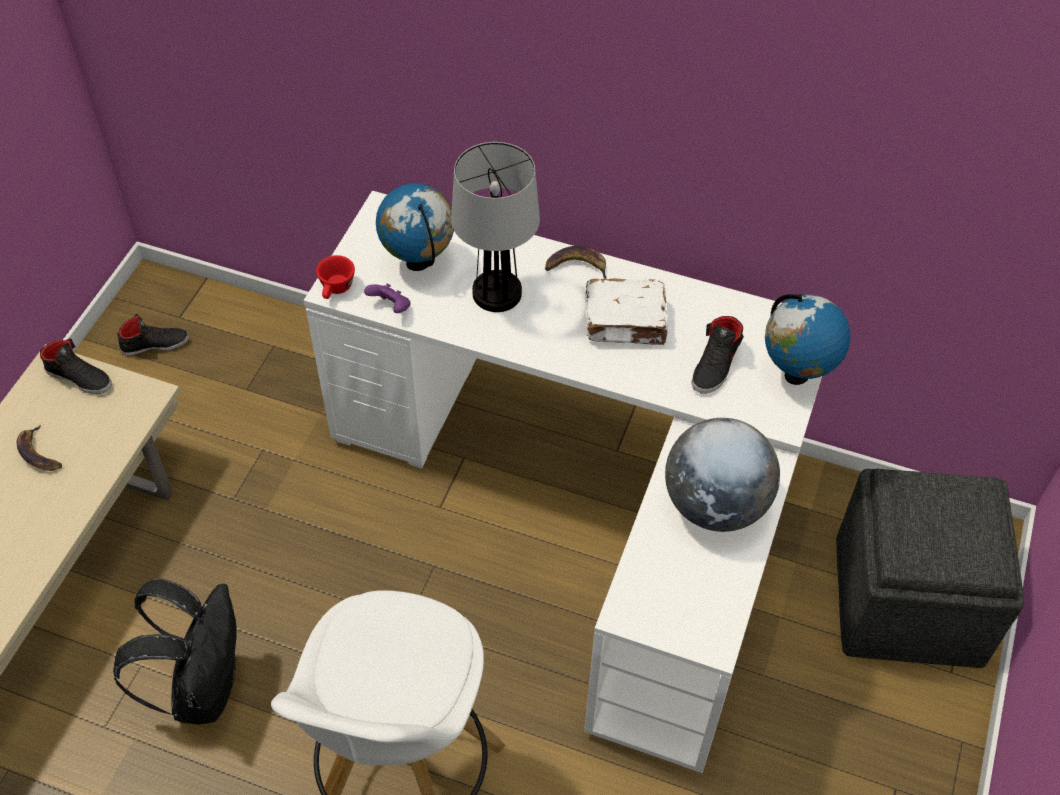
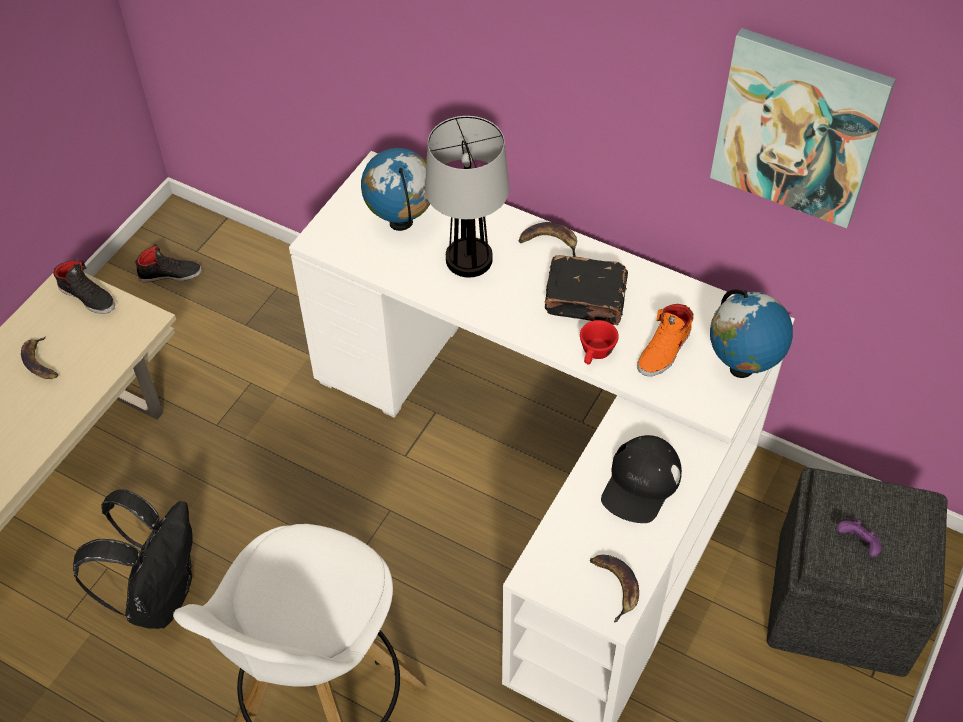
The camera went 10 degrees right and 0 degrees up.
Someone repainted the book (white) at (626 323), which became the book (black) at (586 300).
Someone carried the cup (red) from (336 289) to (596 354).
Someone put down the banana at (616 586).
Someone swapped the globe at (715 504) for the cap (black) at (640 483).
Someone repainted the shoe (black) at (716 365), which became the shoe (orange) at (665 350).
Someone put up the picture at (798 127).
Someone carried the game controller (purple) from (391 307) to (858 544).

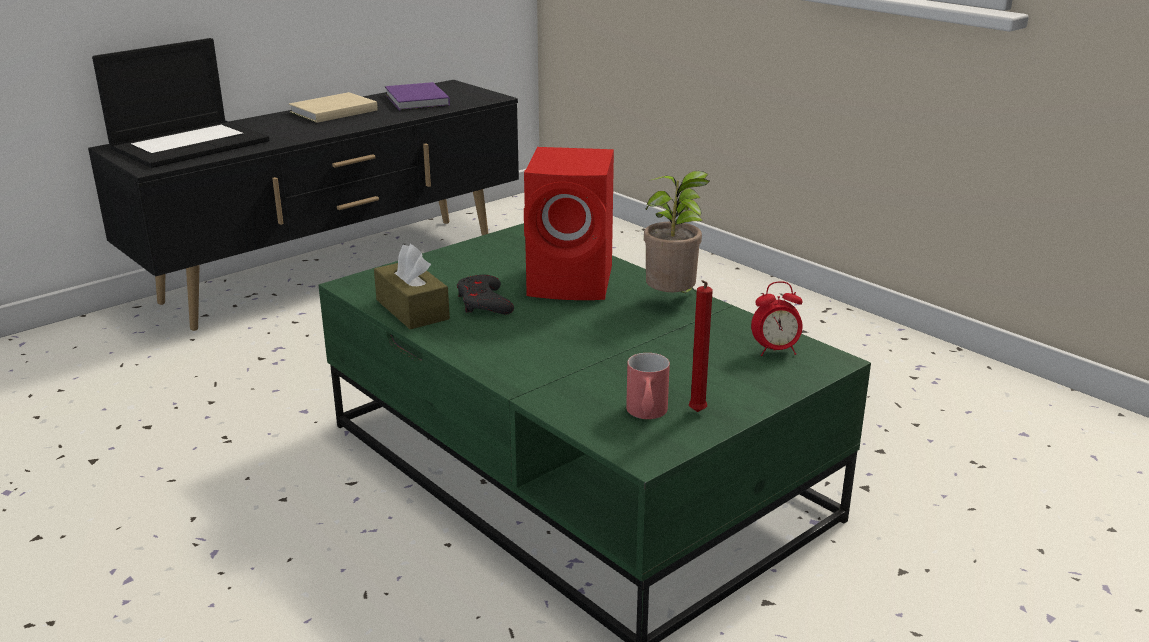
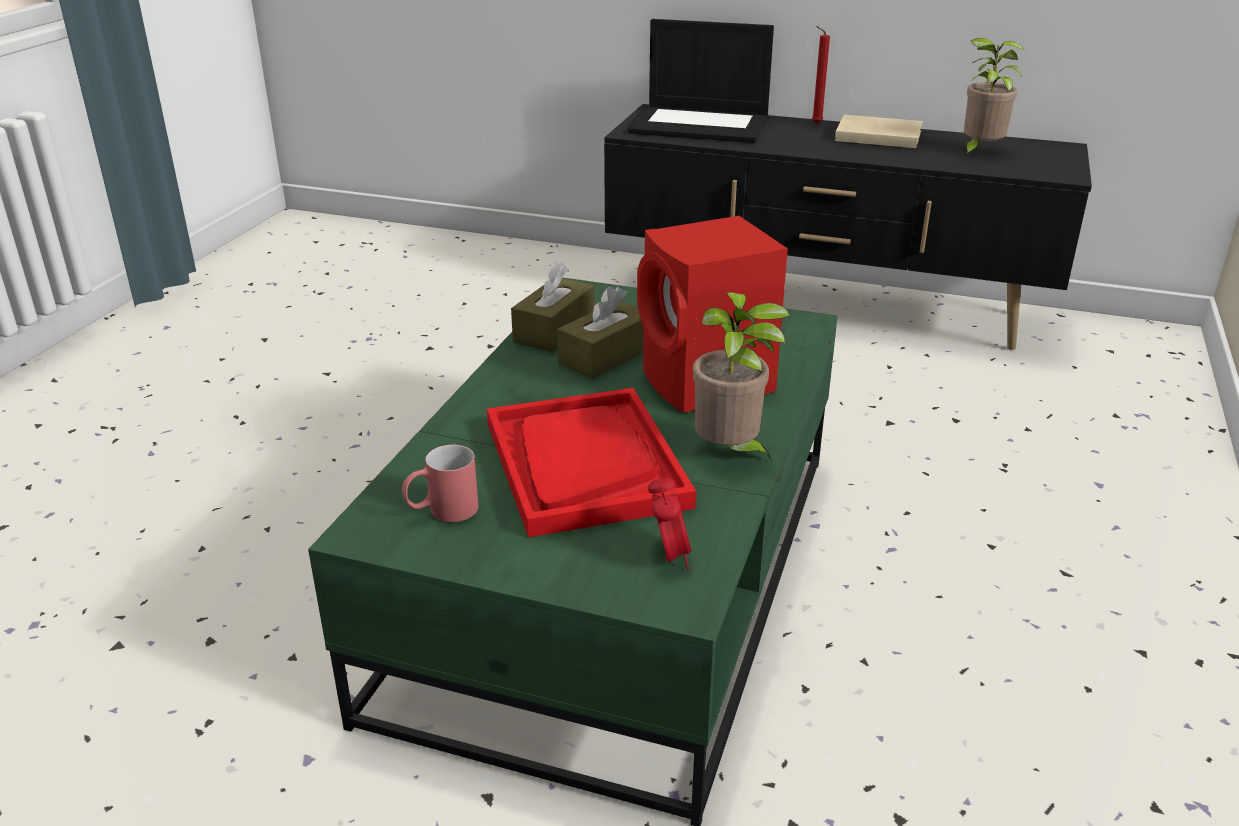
The camera went 60 degrees right and 5 degrees up.
Someone put down the tray (red) at (584 464).
Someone swapped the game controller (grey) at (484 302) for the tissue box (brown) at (606 356).
Someone rotated the alarm clock at (775 351) by 150 degrees counterclockwise.
Someone carried the candle (red) from (696 413) to (814 123).
Someone swapped the book (purple) at (416 100) for the potted plant at (979 151).

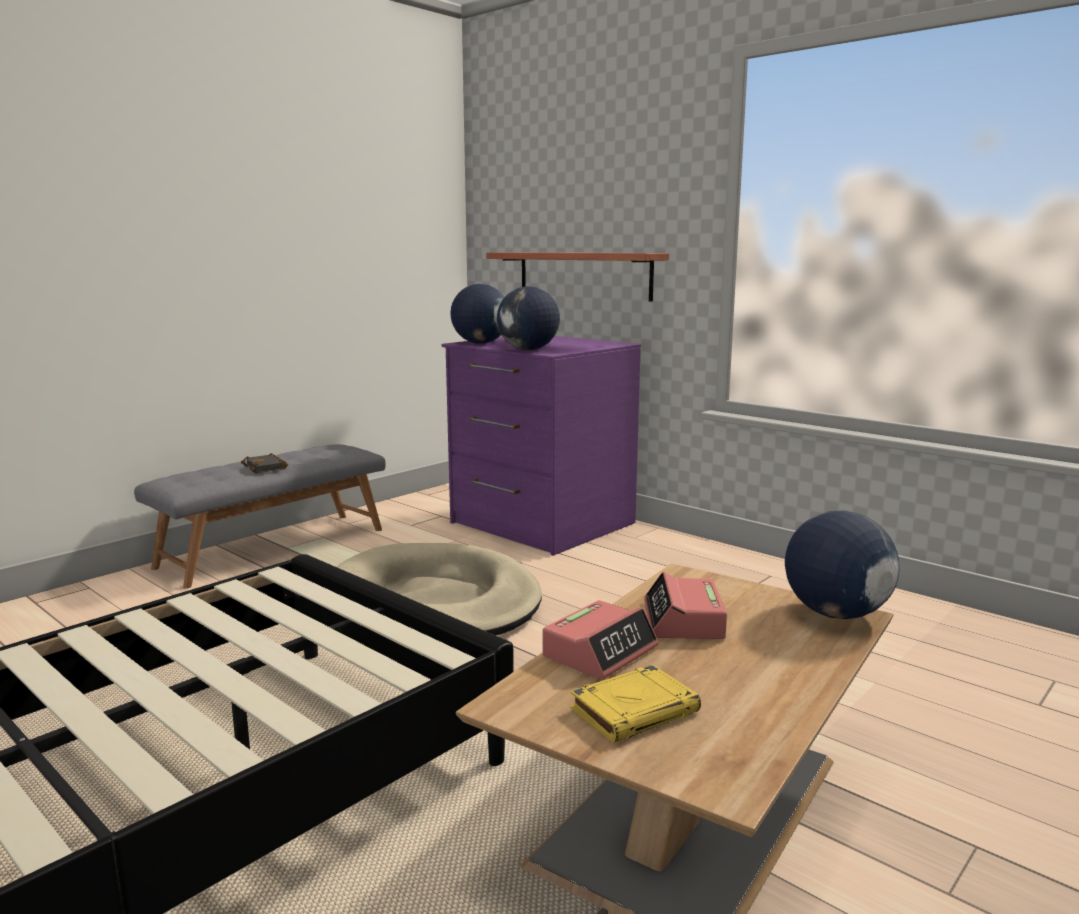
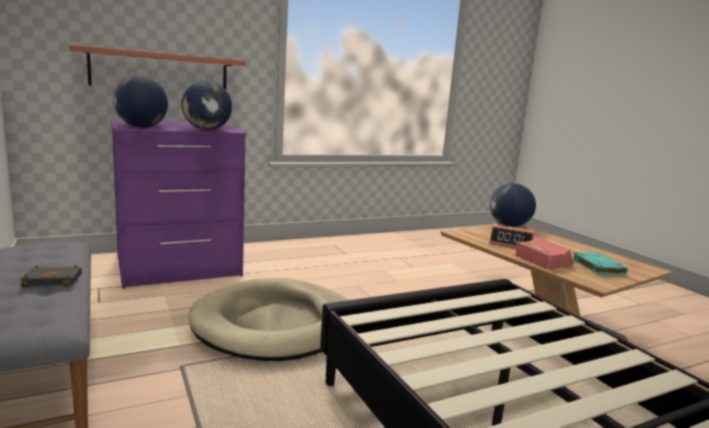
The camera went 70 degrees left and 0 degrees up.
Someone repainted the book (yellow) at (635 710), which became the book (turquoise) at (597 267).

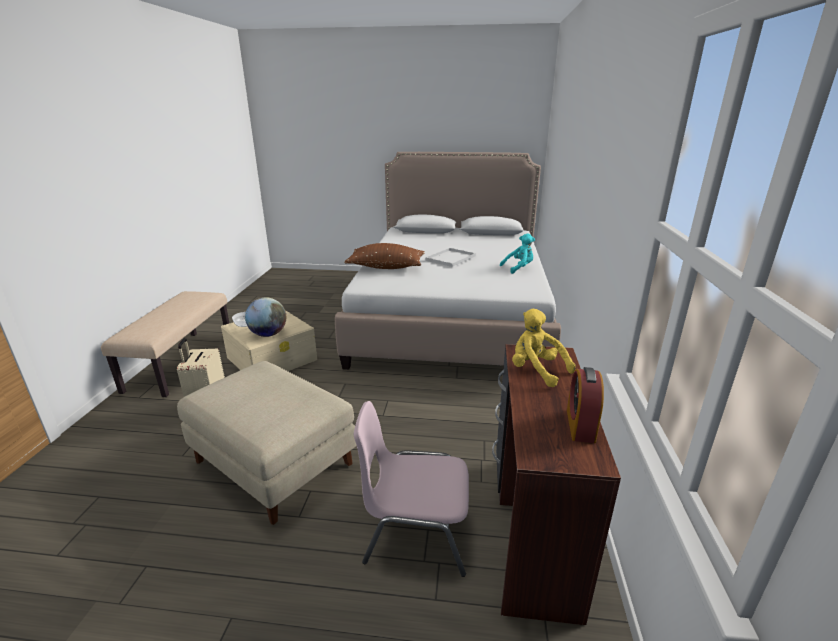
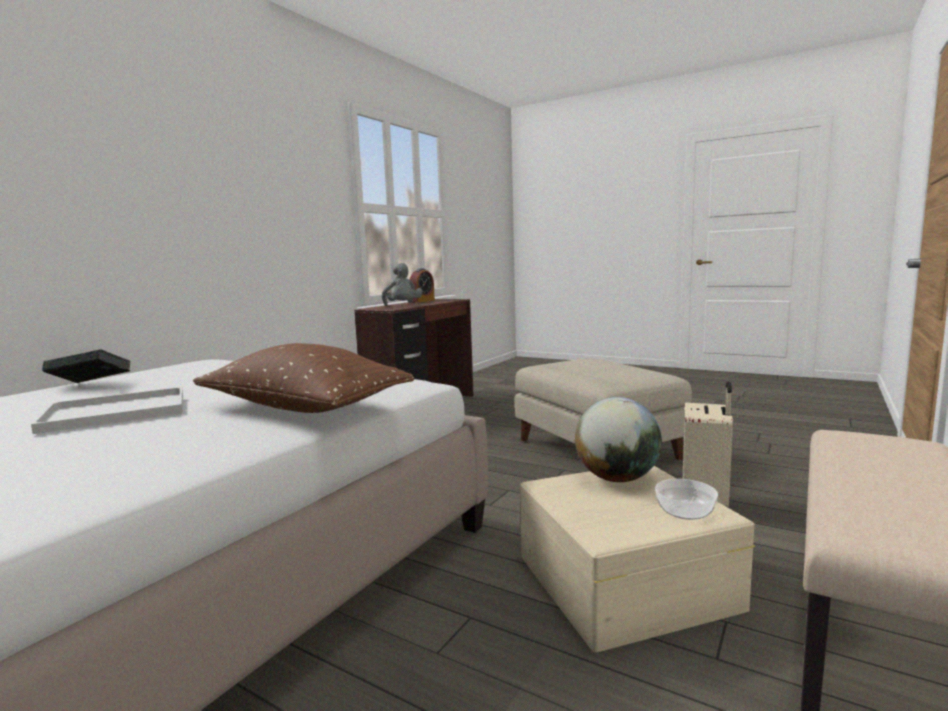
The camera went 155 degrees left and 15 degrees down.
Someone swapped the plush toy (turquoise) at (518 268) for the book at (91 385).
Someone repainted the plush toy (yellow) at (536 371), which became the plush toy (grey) at (403 306).
Someone took away the chair (pink) at (416 530).

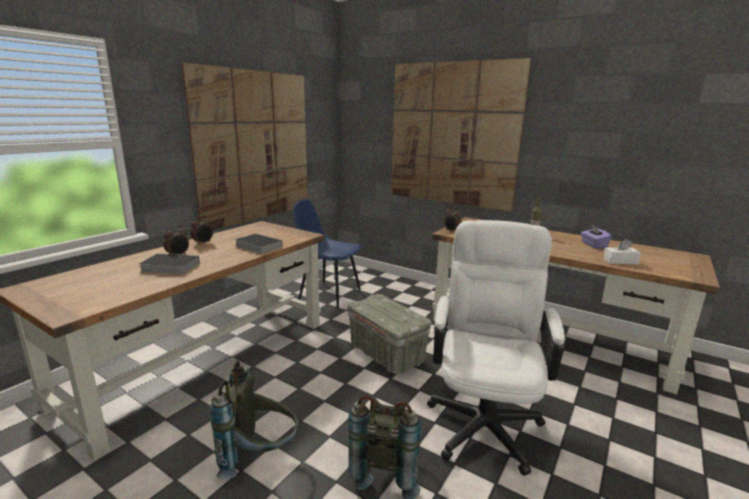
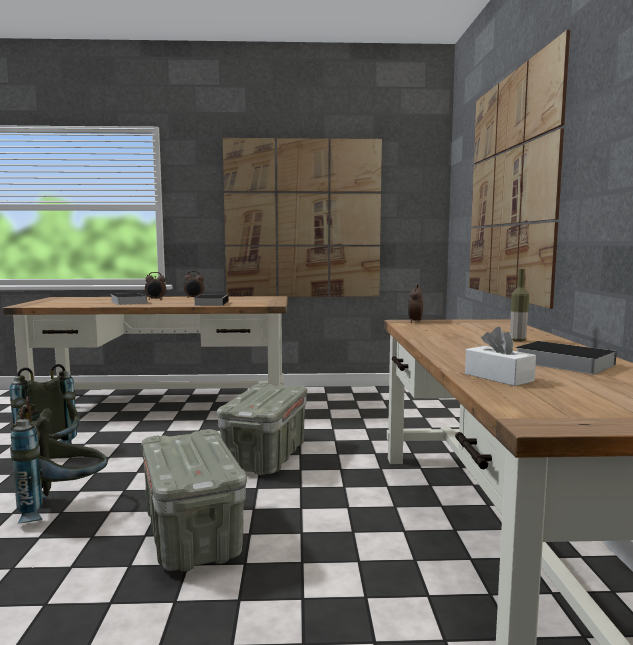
The camera went 55 degrees right and 10 degrees down.
Someone swapped the office chair (white) at (484 418) for the storage box (grey) at (193 535).
Someone swapped the tissue box (purple) at (593 245) for the book at (560 363).
Someone took away the chair (blue) at (329 294).

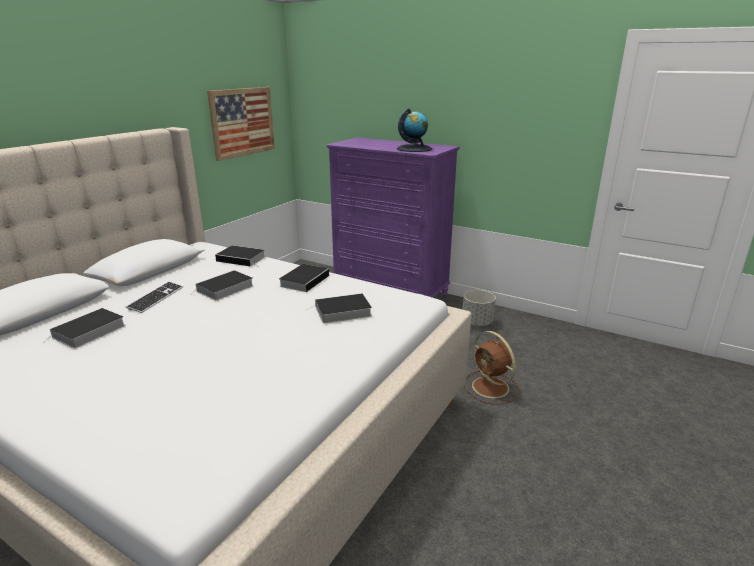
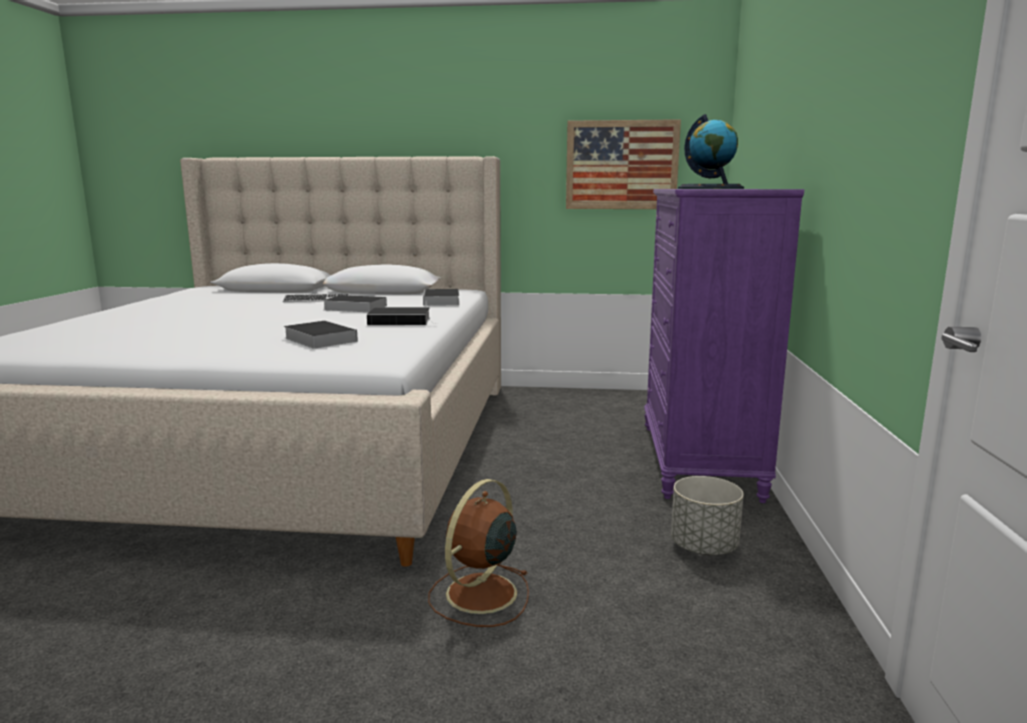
The camera went 65 degrees right and 10 degrees down.
Someone took away the book at (88 332).

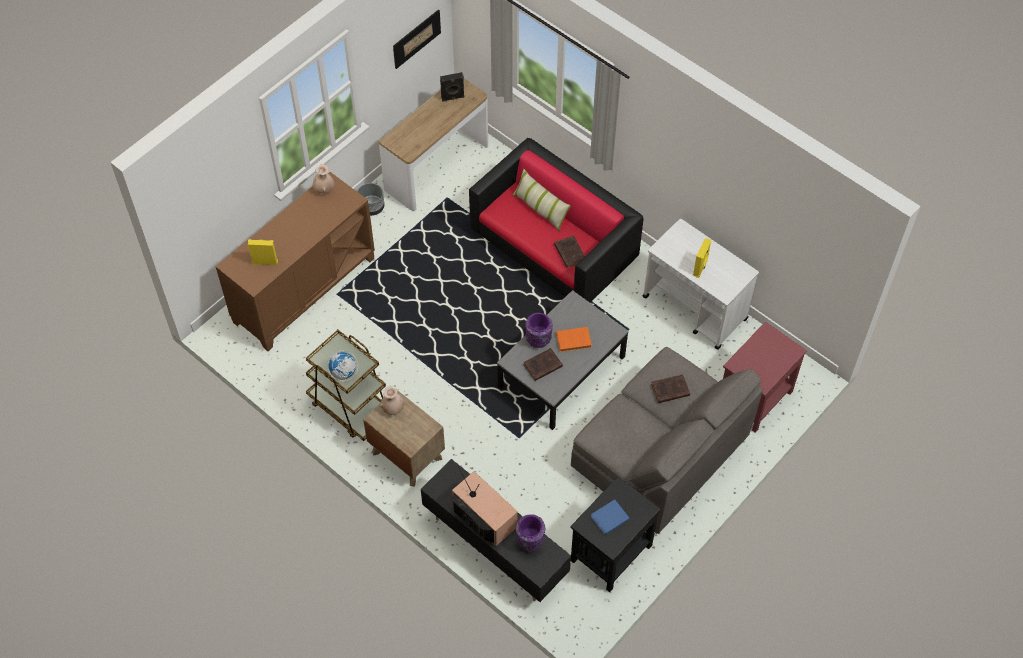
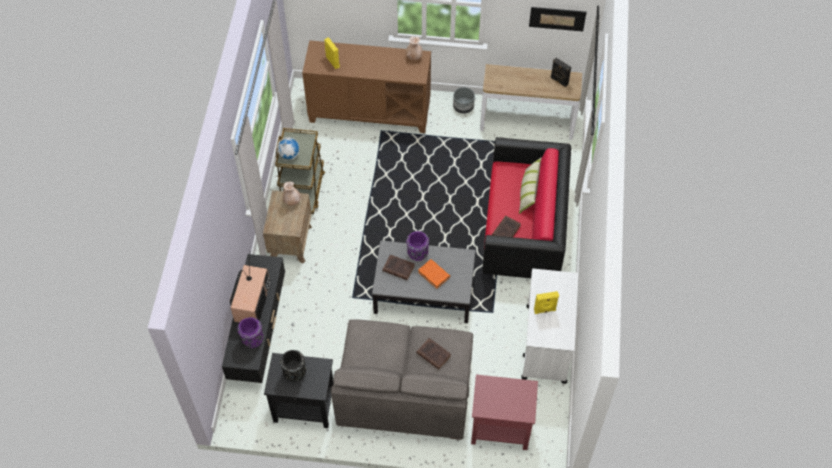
The camera went 55 degrees right and 0 degrees up.
Someone swapped the book (blue) at (608 518) for the vase (black) at (294 372).

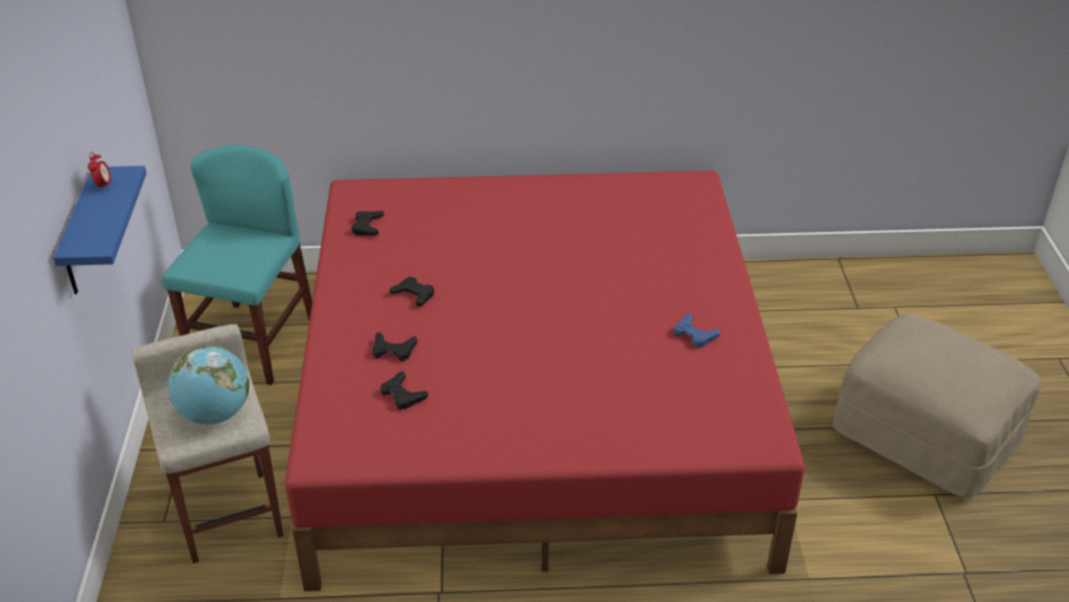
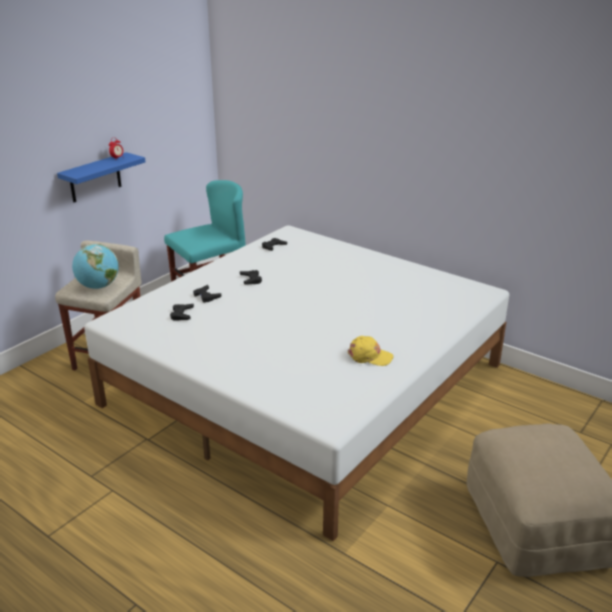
The camera went 40 degrees right and 10 degrees down.
Someone repainted the bed (red) at (535 404), which became the bed (white) at (306 384).
Someone swapped the game controller (blue) at (694 334) for the cap (yellow) at (369 356).

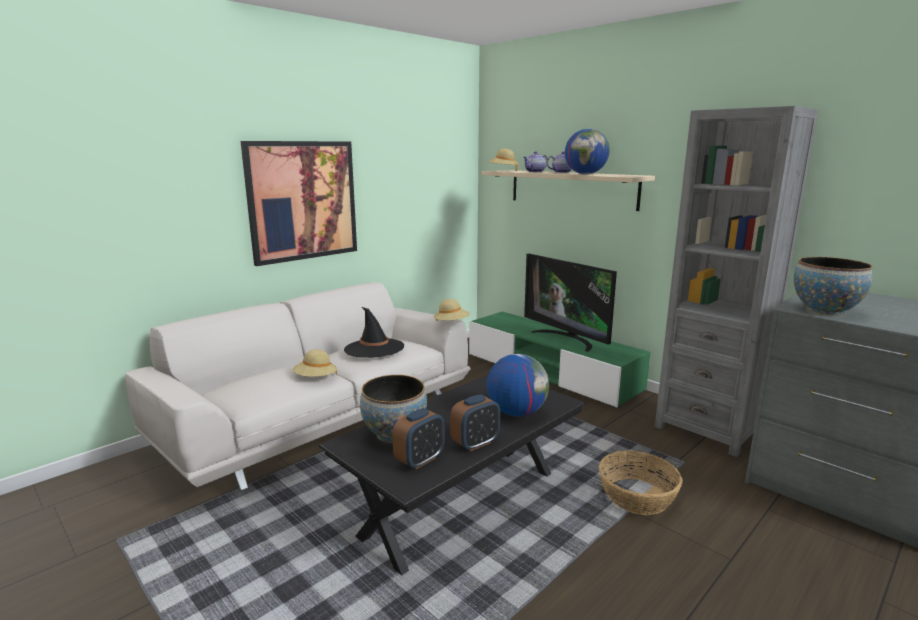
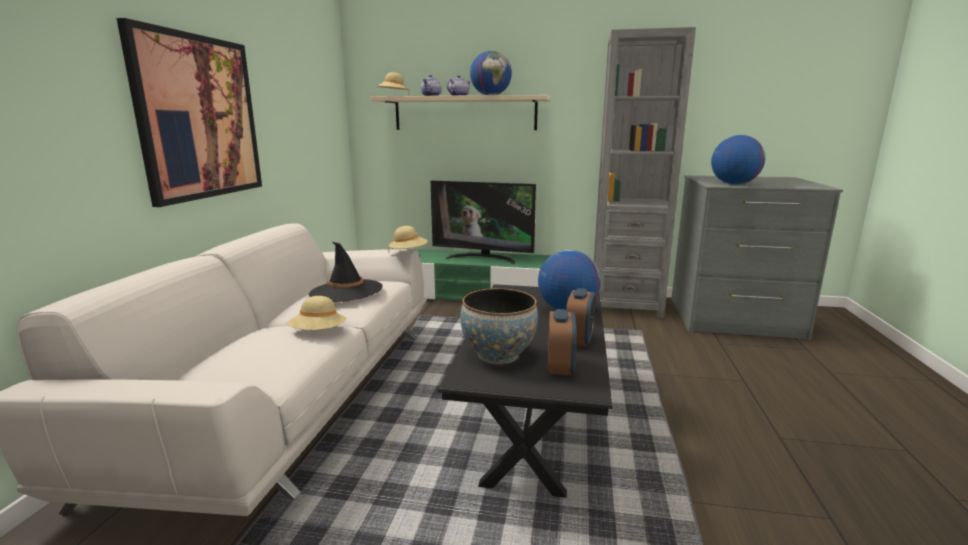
The camera went 35 degrees left and 0 degrees up.
Someone swapped the bowl at (824 311) for the globe at (734 184).
Someone took away the basket at (636 496).

